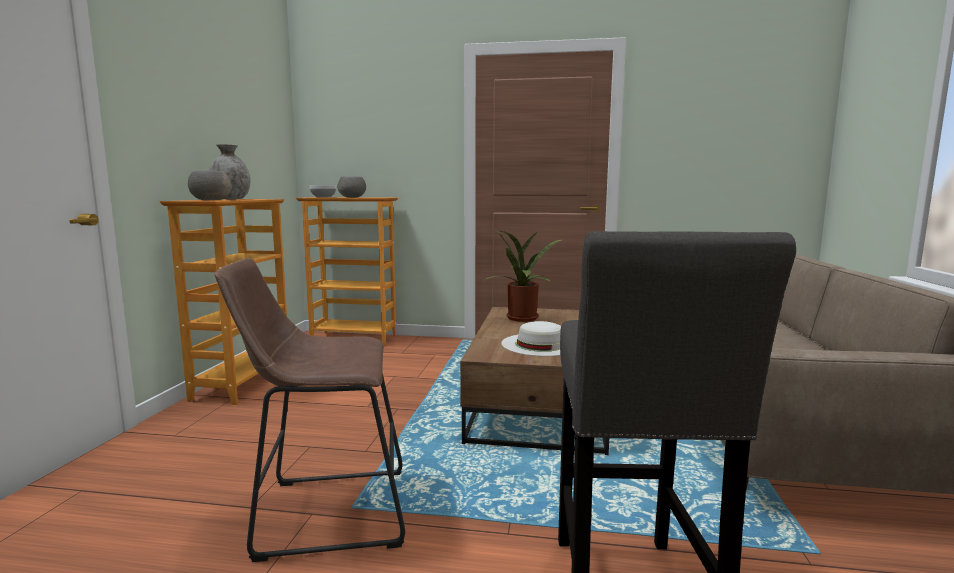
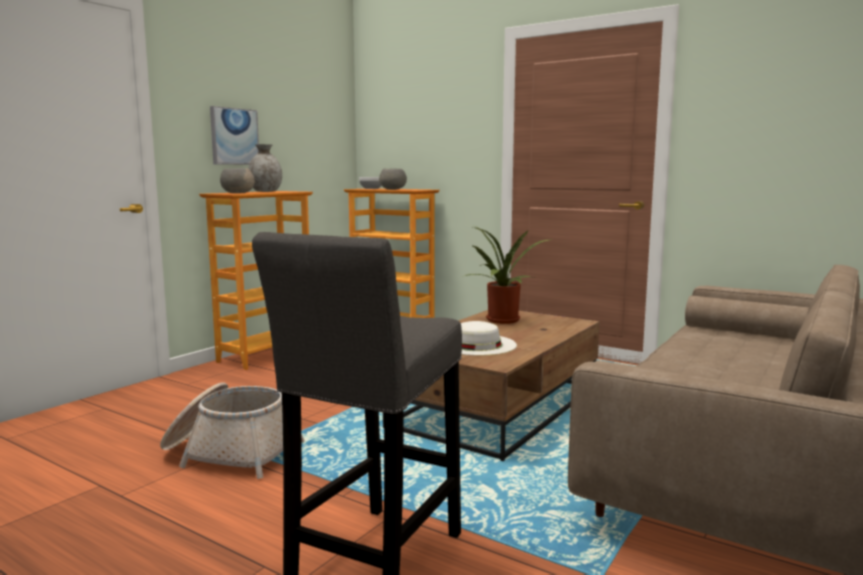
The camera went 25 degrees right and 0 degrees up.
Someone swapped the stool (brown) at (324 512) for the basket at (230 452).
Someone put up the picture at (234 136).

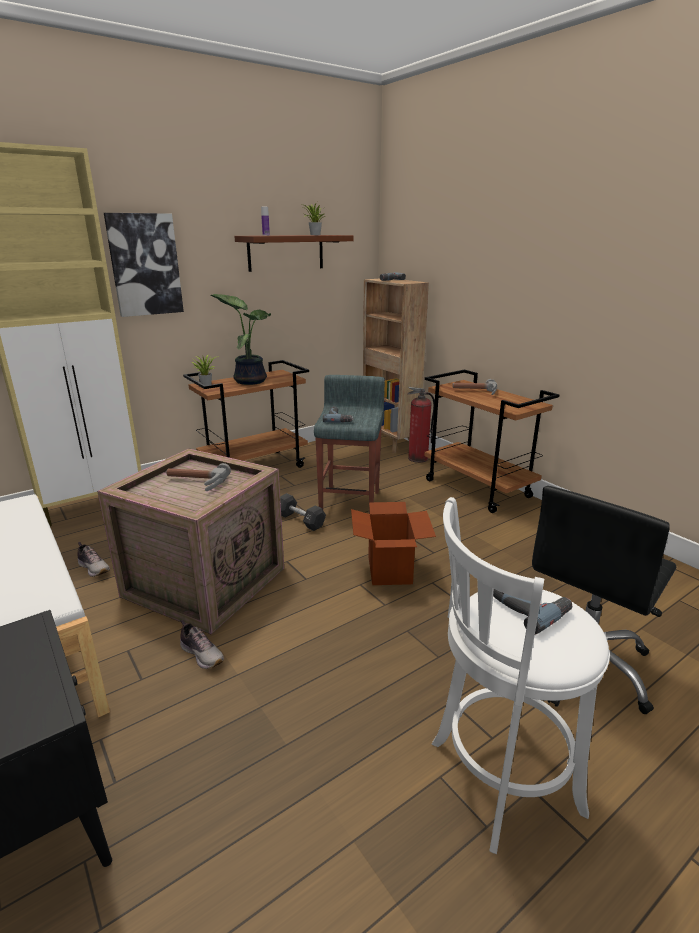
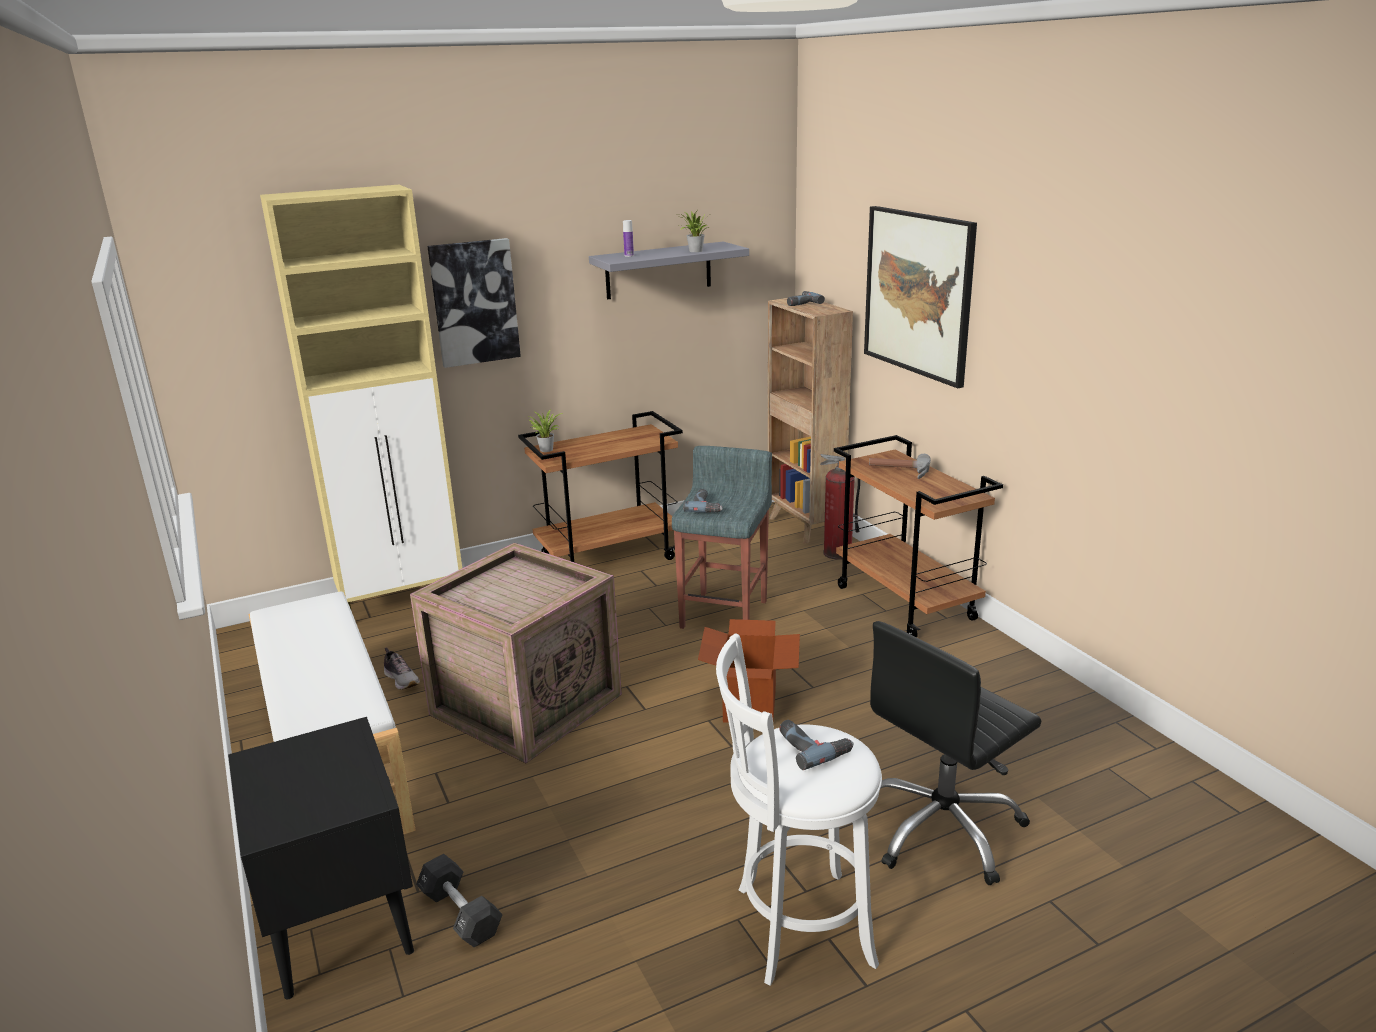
The camera went 10 degrees right and 0 degrees up.
Someone carried the dumbbell (black) from (300 520) to (460 913).
Someone repainted the shelf (brown) at (286 252), which became the shelf (grey) at (658 270).
Someone put up the picture at (918 293).
Someone took away the hammer at (195 483).
Someone took away the shoe at (202 654).
Someone took away the potted plant at (250 380).

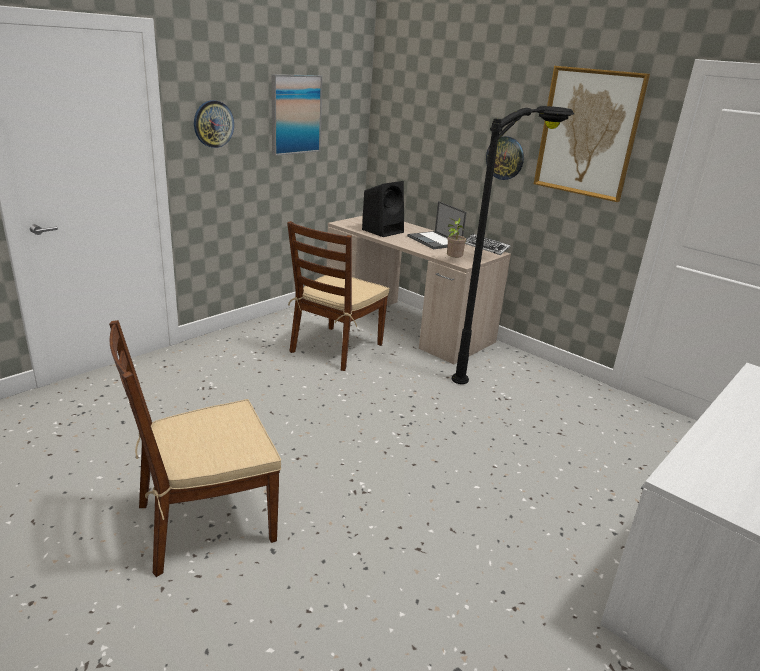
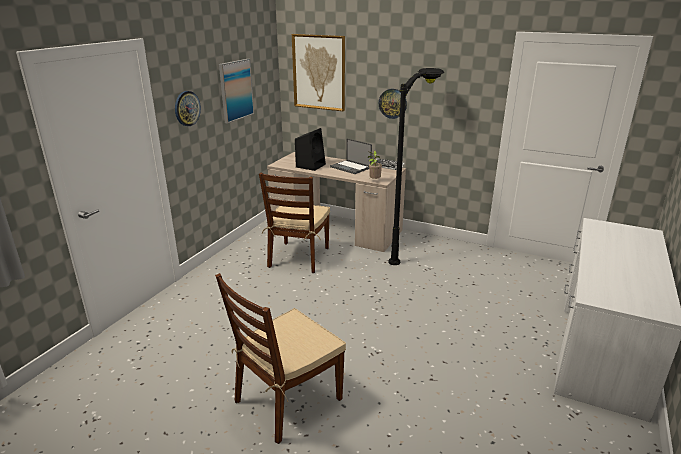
The camera went 15 degrees left and 0 degrees up.
Someone carried the picture from (588 133) to (319 72).

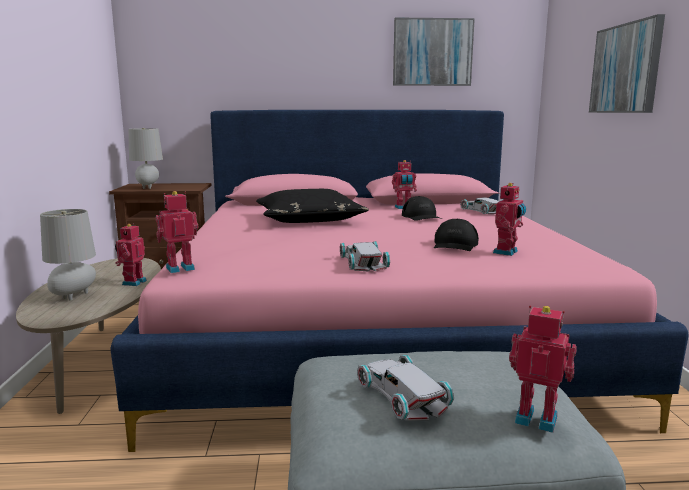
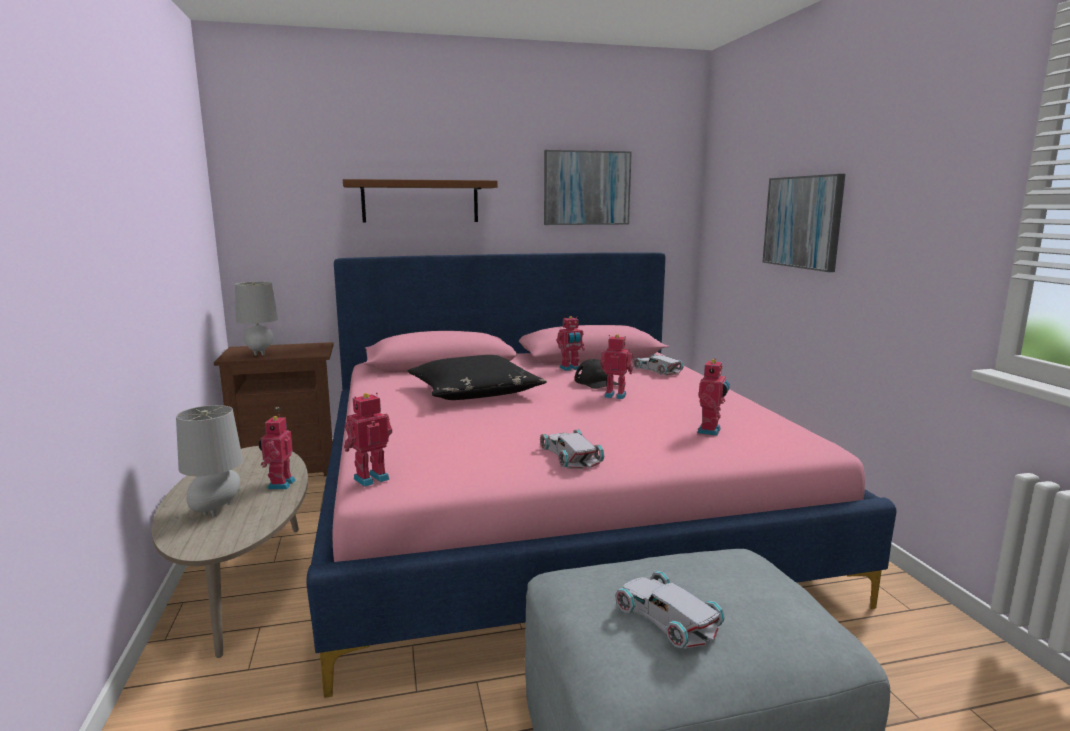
The camera went 10 degrees left and 0 degrees up.
Someone put up the shelf (brown) at (420 201).
Someone carried the toy robot from (536 418) to (615 395).
Someone took away the cap (black) at (455 245).

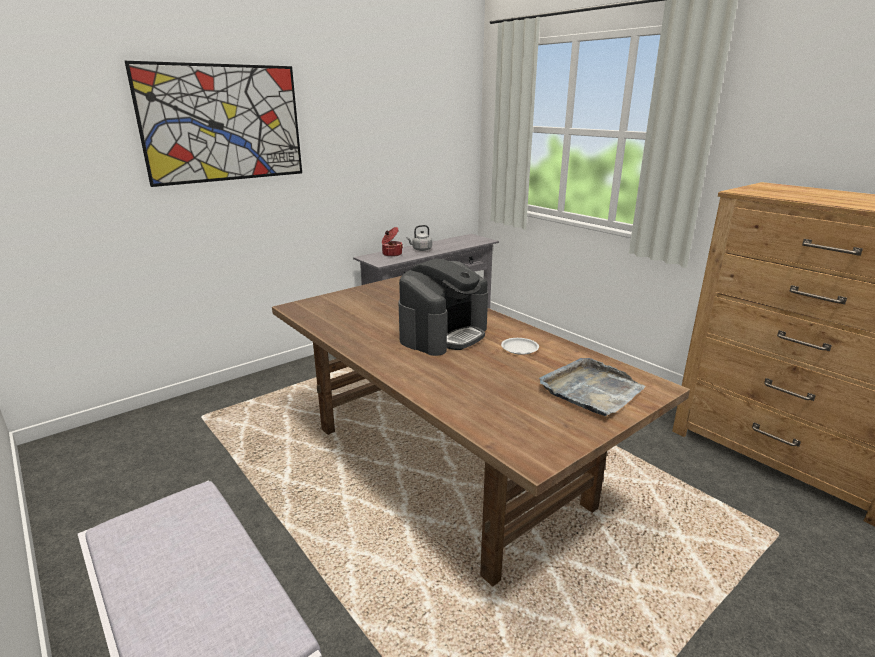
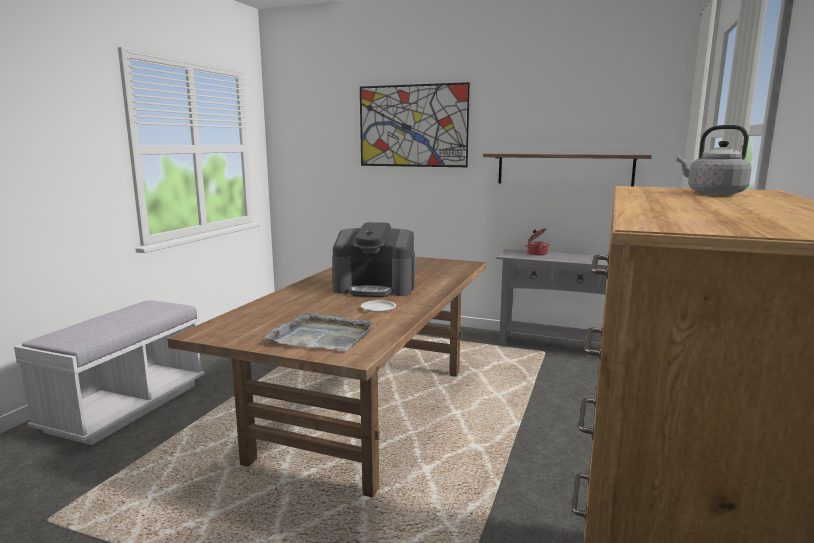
The camera went 60 degrees right and 10 degrees down.
Someone put up the shelf at (564 169).
Someone carried the kettle (grey) from (421 249) to (712 193).

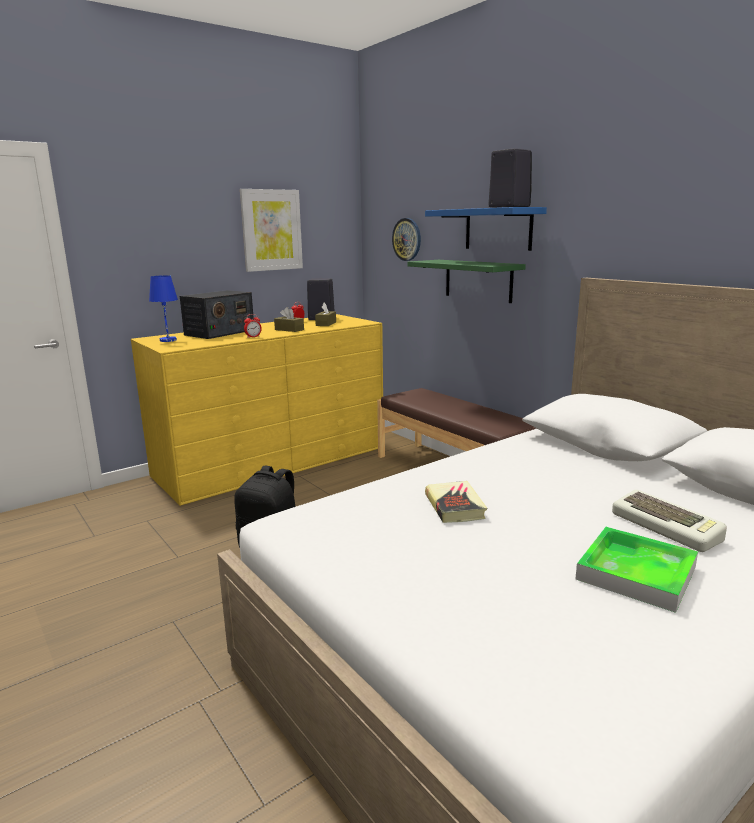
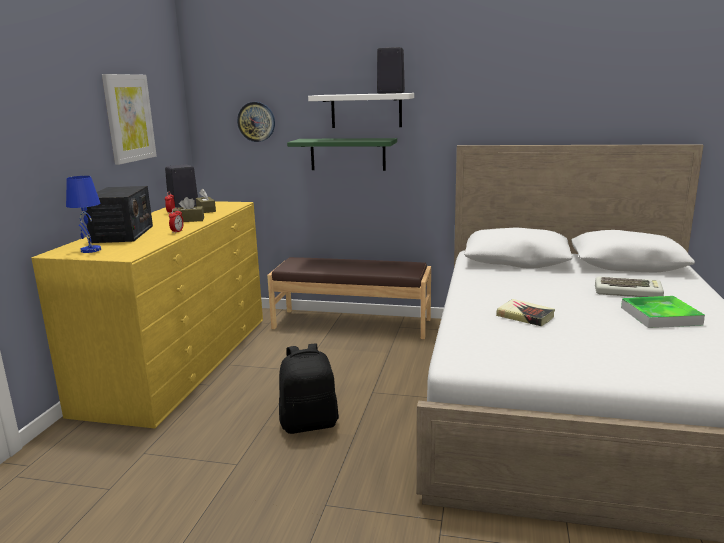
The camera went 40 degrees left and 0 degrees up.
Someone repainted the shelf (blue) at (498 229), which became the shelf (white) at (366 110).

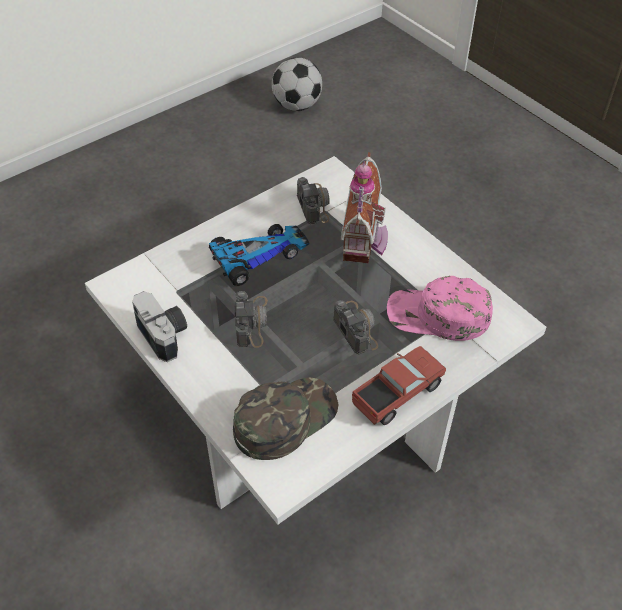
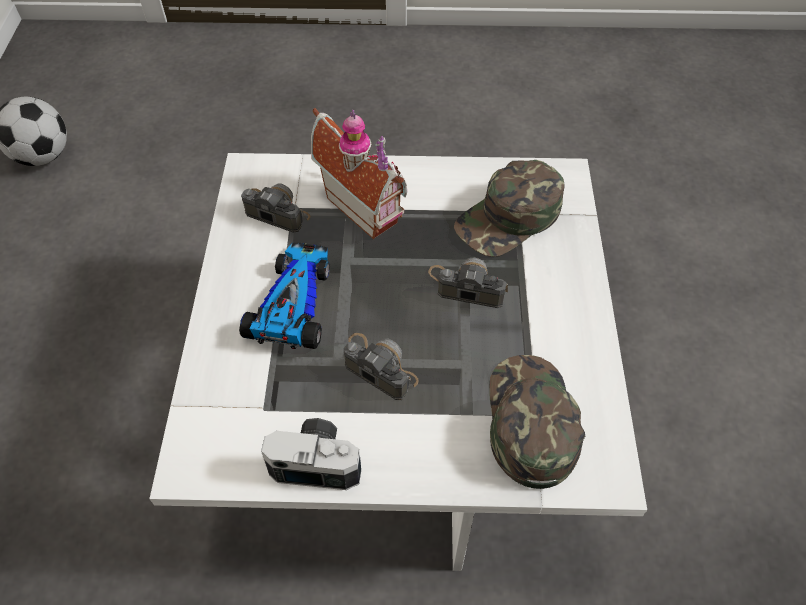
The camera went 50 degrees left and 5 degrees up.
Someone repainted the cap (pink) at (437 316), which became the cap (green) at (509 218).
Someone took away the toy truck at (397 395).

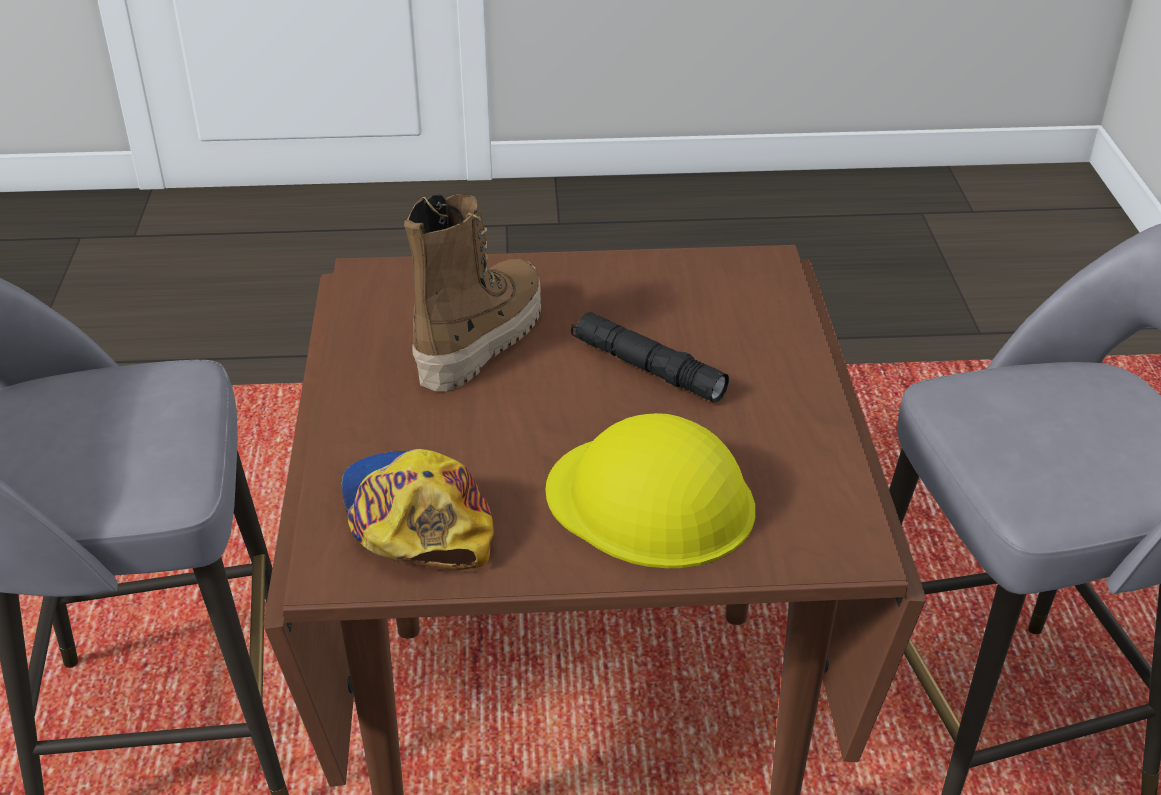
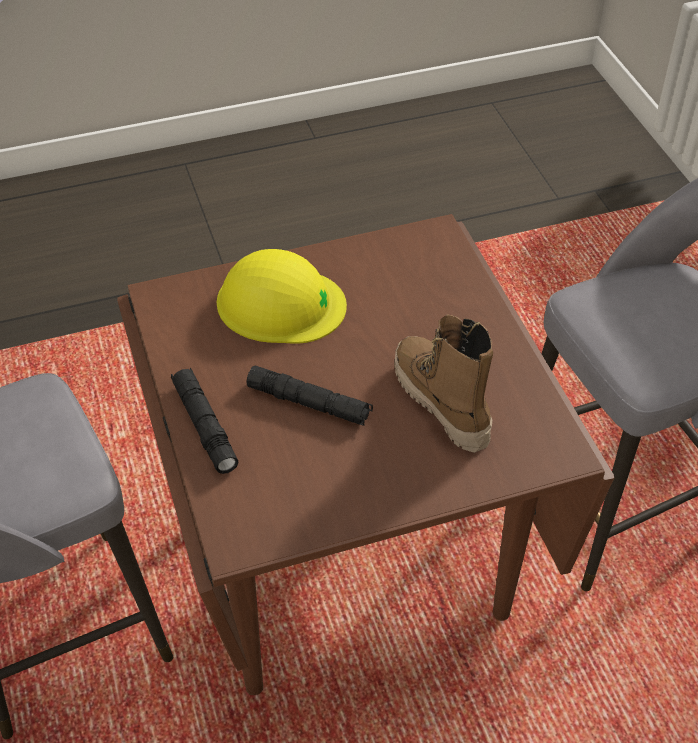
The camera went 165 degrees right and 10 degrees up.
Someone put down the flashlight (black) at (204 426).
Someone rotated the boot at (479 340) by 135 degrees clockwise.
Someone took away the cap at (416 518).

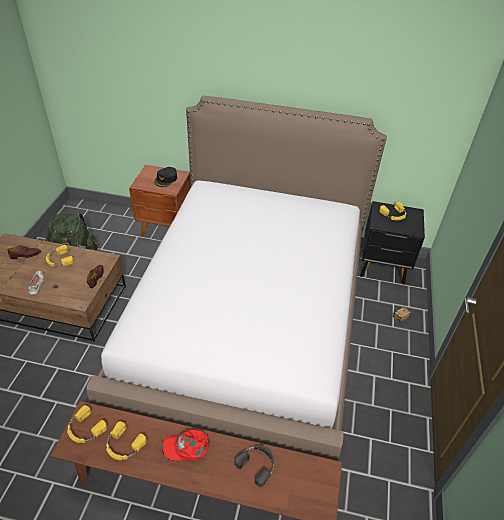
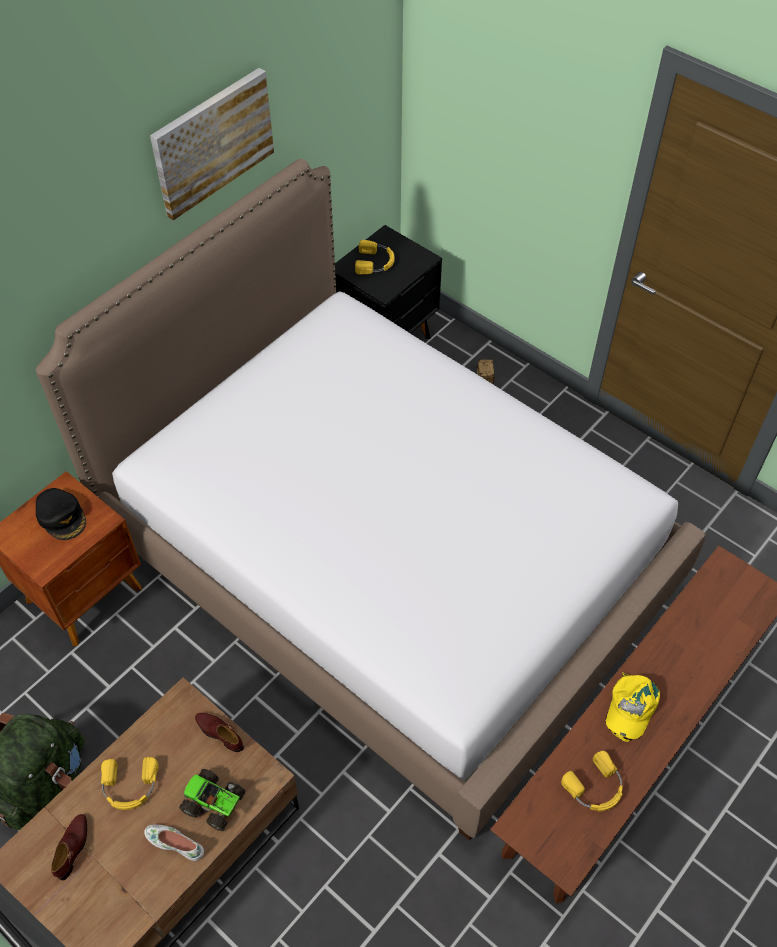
The camera went 60 degrees left and 10 degrees up.
Someone put up the picture at (212 142).
Someone put down the toy truck at (214 803).
Someone repainted the cap (red) at (187 447), which became the cap (yellow) at (630 707).
Someone took away the headphones (yellow) at (85 429).
Someone took away the headphones (black) at (257 464).

